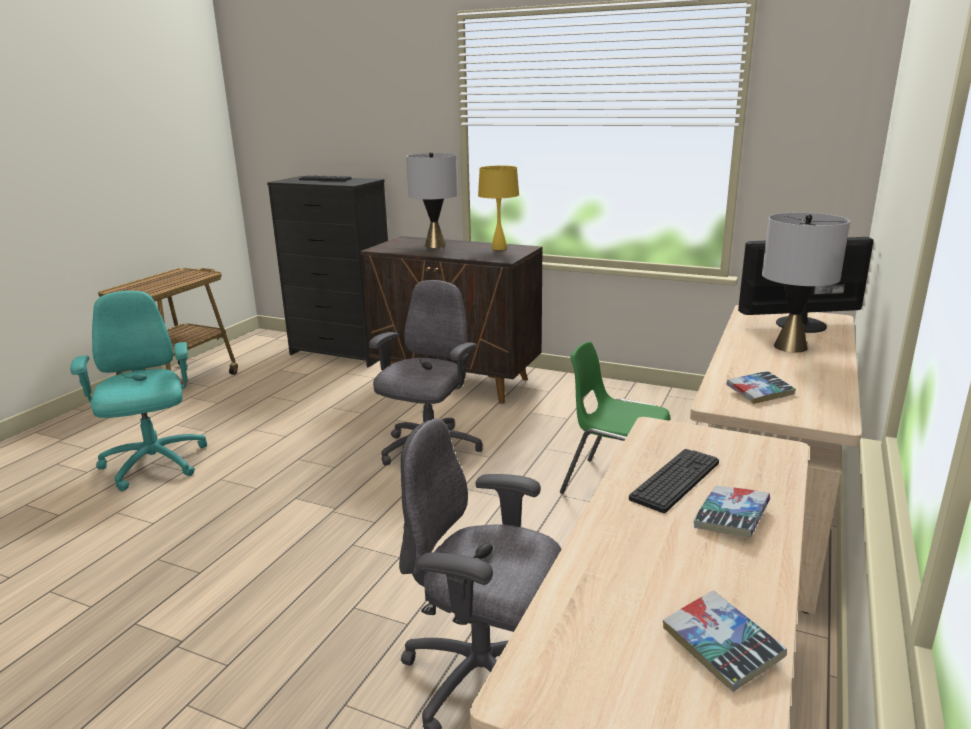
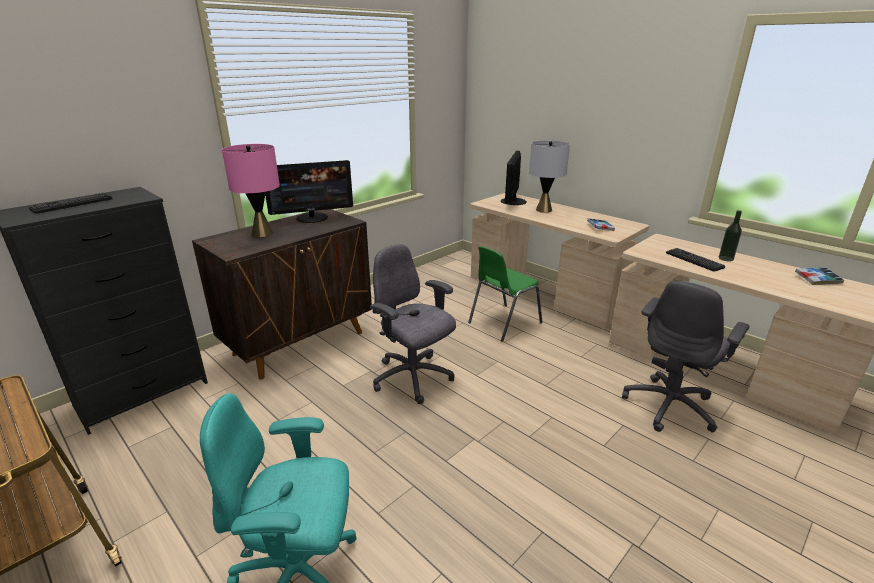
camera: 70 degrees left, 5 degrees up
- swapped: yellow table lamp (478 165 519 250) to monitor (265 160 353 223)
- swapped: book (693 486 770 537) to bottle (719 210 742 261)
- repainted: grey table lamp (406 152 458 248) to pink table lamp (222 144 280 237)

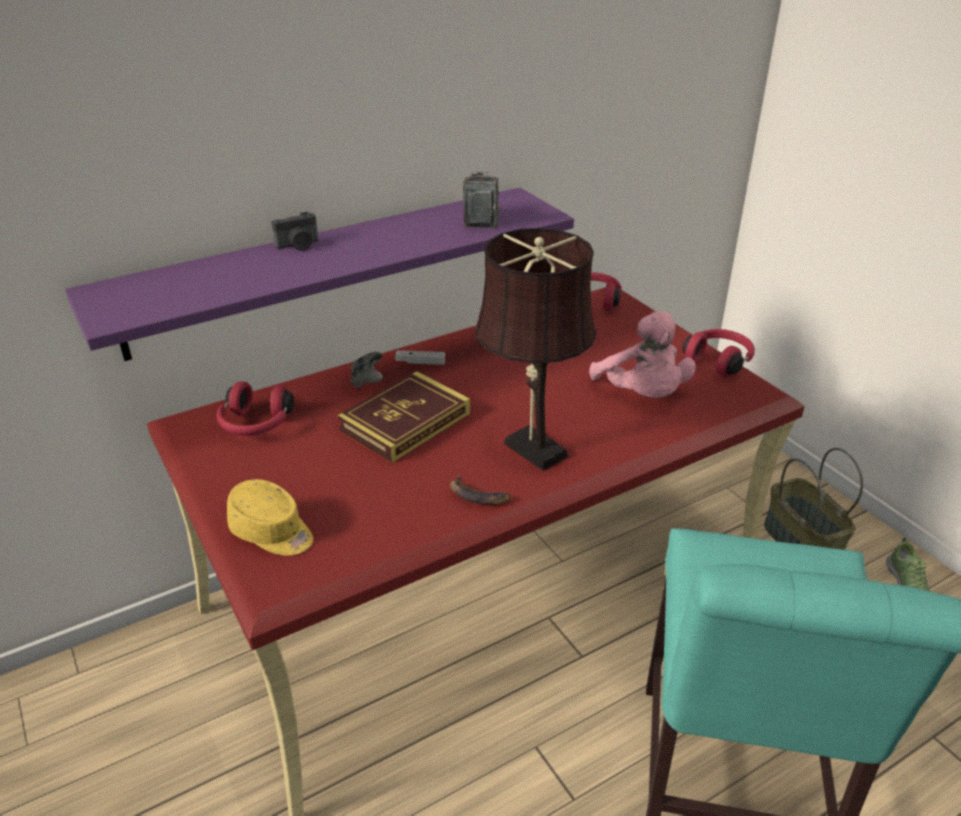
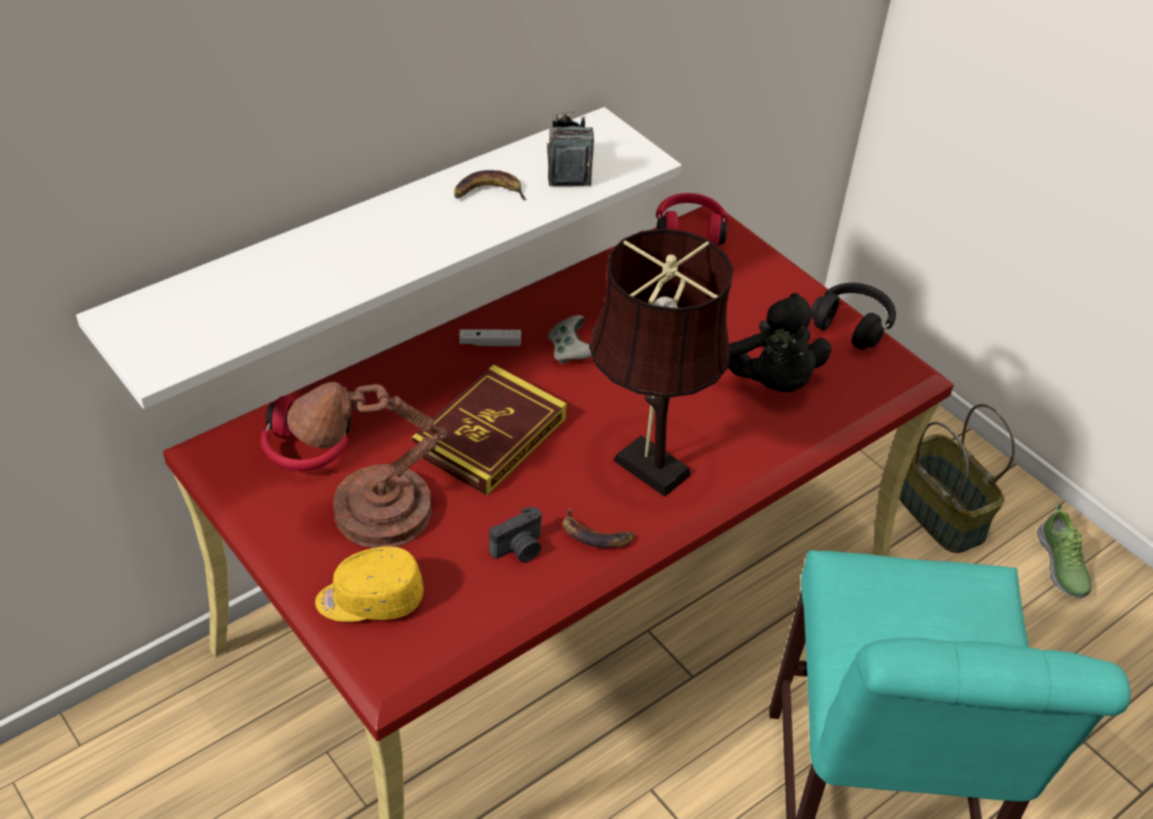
camera: 10 degrees left, 10 degrees up
- new: brown table lamp (287 382 447 548)
- new: banana (454 170 526 200)
- shifted: photo camera (271 212 318 251) to (489 507 542 563)
- shifted: grey game controller (350 352 383 388) to (548 315 592 364)
- repainted: purple shelf (65 188 574 361) to white shelf (76 107 682 409)
- repainted: pink plush toy (589 312 696 398) to black plush toy (728 293 831 392)
- repainted: red headphones (682 329 755 377) to black headphones (811 283 896 350)
- rotated: yellow cap (227 479 313 556) = (315 546 424 622) 150 degrees clockwise

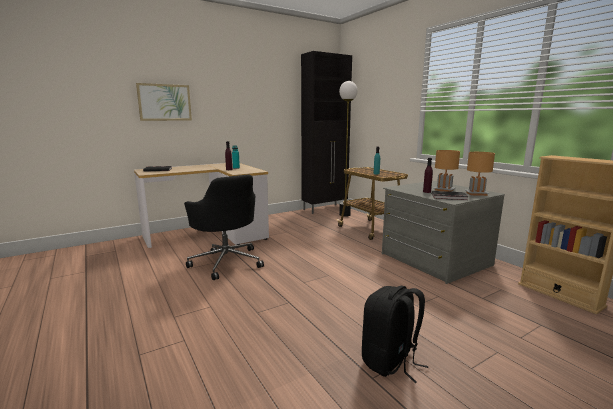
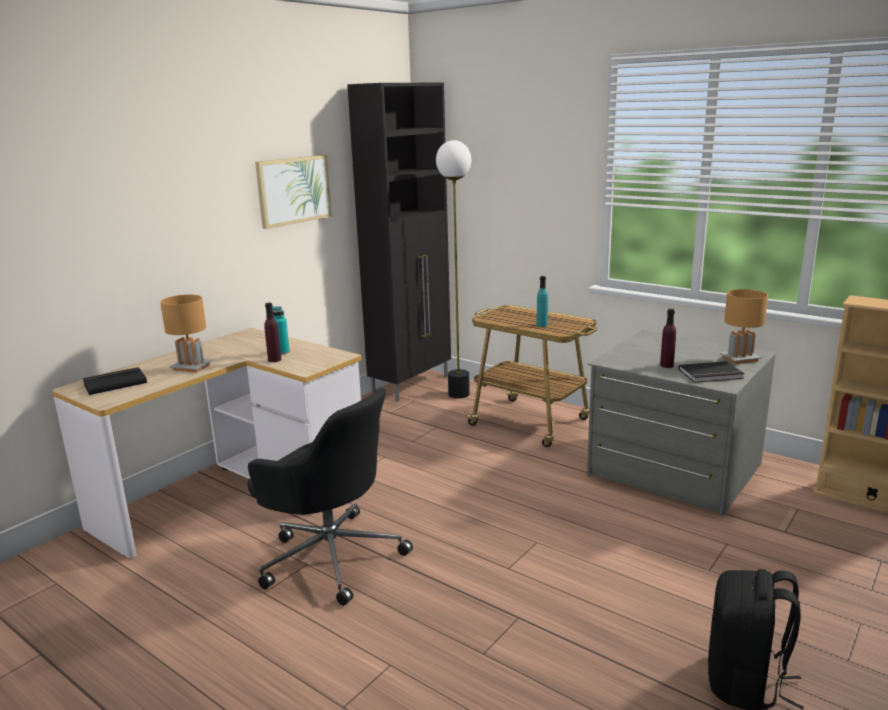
camera: 20 degrees left, 5 degrees up
- shifted: picture (136 83 192 121) to (255 155 332 229)
- shifted: brown table lamp (434 150 460 192) to (160 295 213 373)

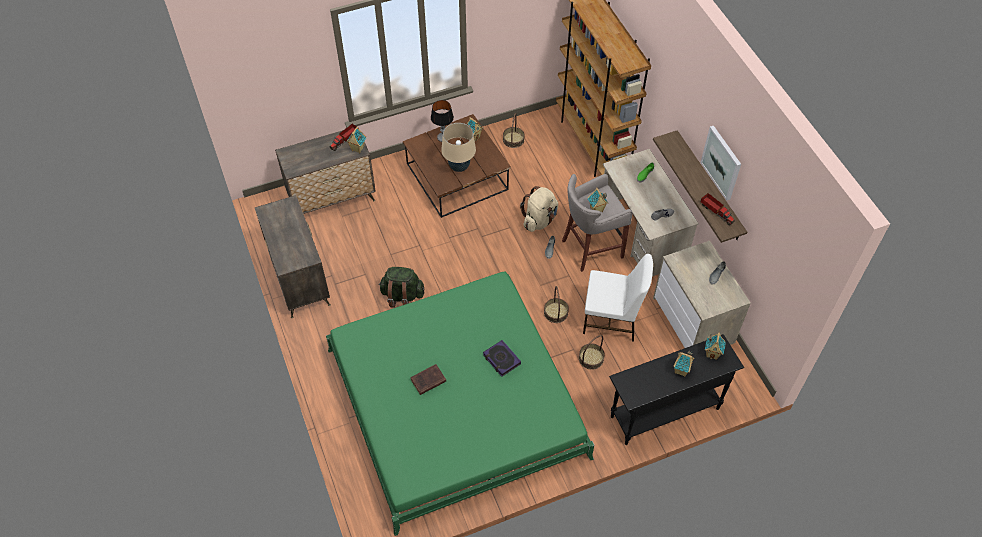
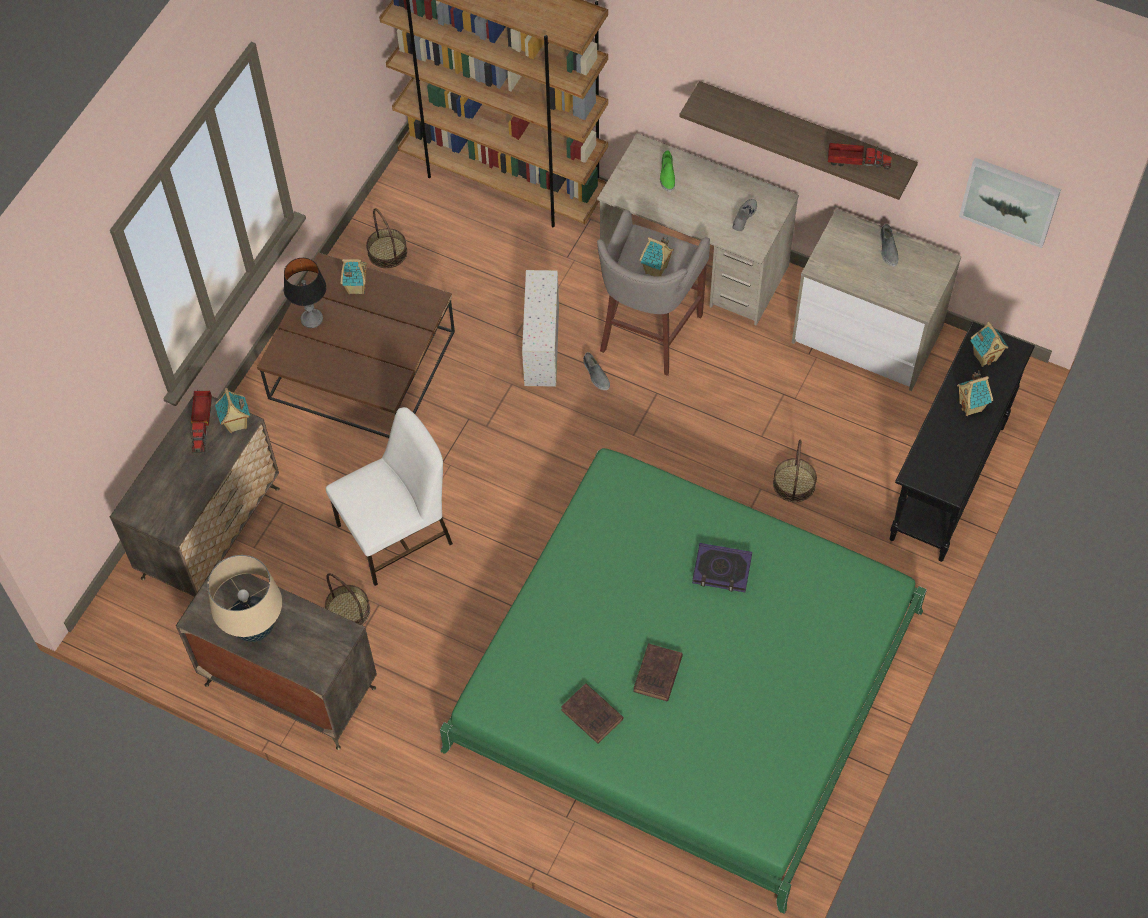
camera: 40 degrees left, 5 degrees up
- gone: green backpack (379 267 424 308)
- new: brown book (561 683 624 744)
- shifted: beige table lamp (441 123 476 172) to (207 555 282 642)
- shifted: basket (544 286 569 323) to (325 573 370 625)
- shifted: white chair (583 254 653 342) to (326 407 453 586)
- shifted: picture (700 126 741 201) to (959 158 1061 248)
- swapped: beige backpack (520 186 558 232) to white storage box (522 270 559 387)

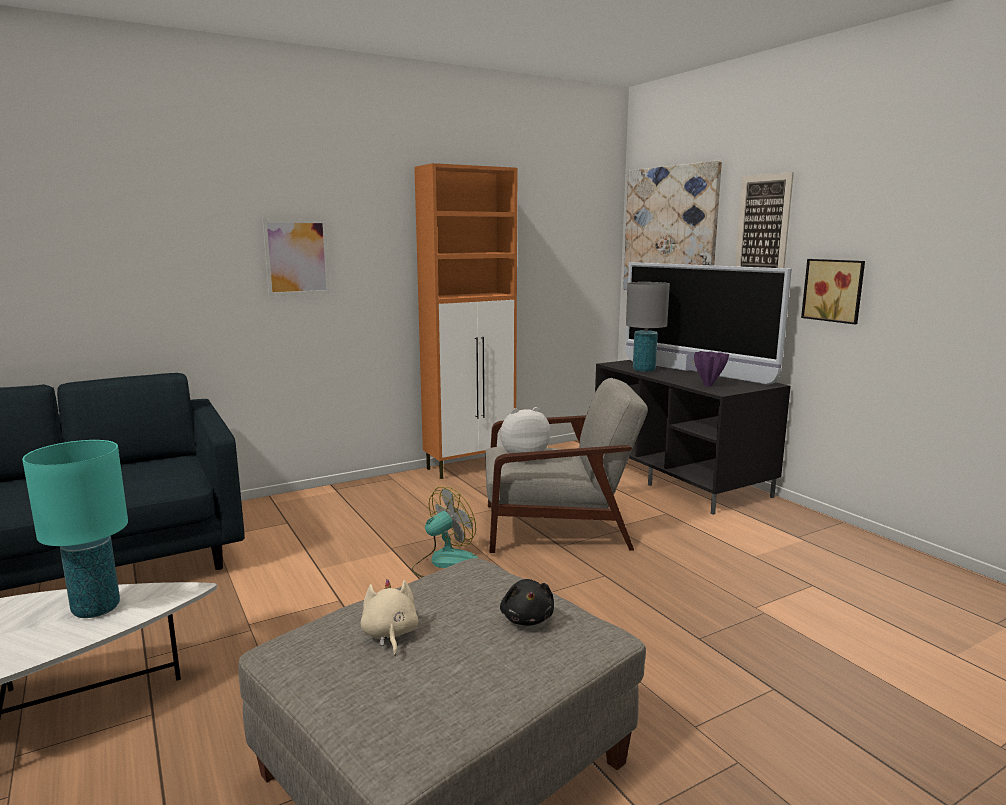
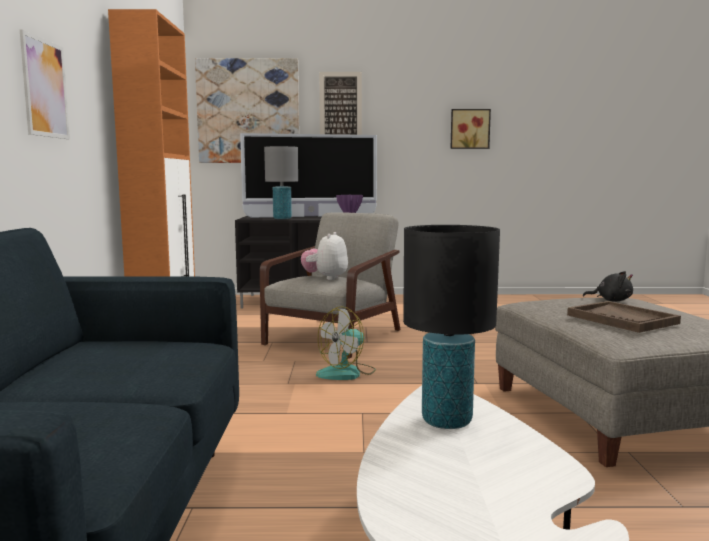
camera: 60 degrees left, 5 degrees down
- shifted: picture (801 259 865 324) to (451 109 491 149)
- swapped: beige plush toy (361 579 418 656) to brown tray (567 301 681 333)
- repainted: turquoise table lamp (22 440 128 618) to black table lamp (403 225 500 429)
- rotated: fan (412 487 478 577) = (316 306 376 380) 120 degrees counterclockwise

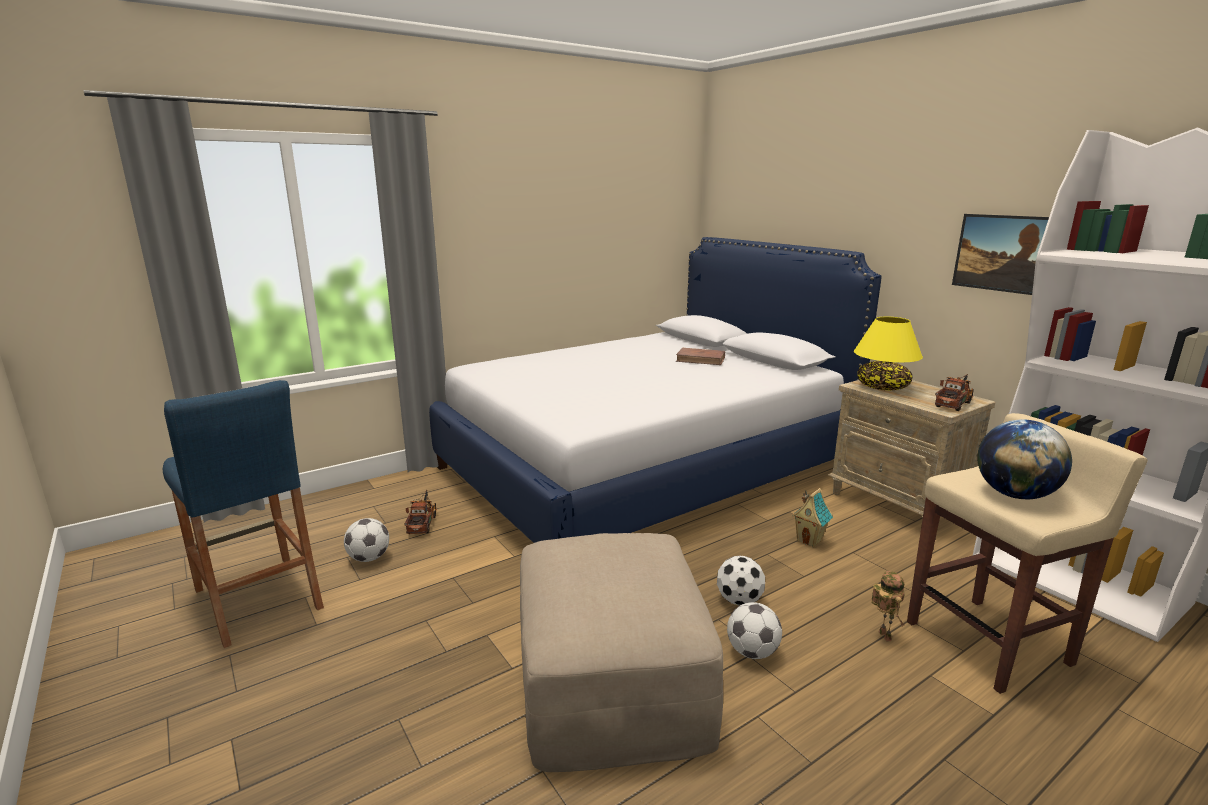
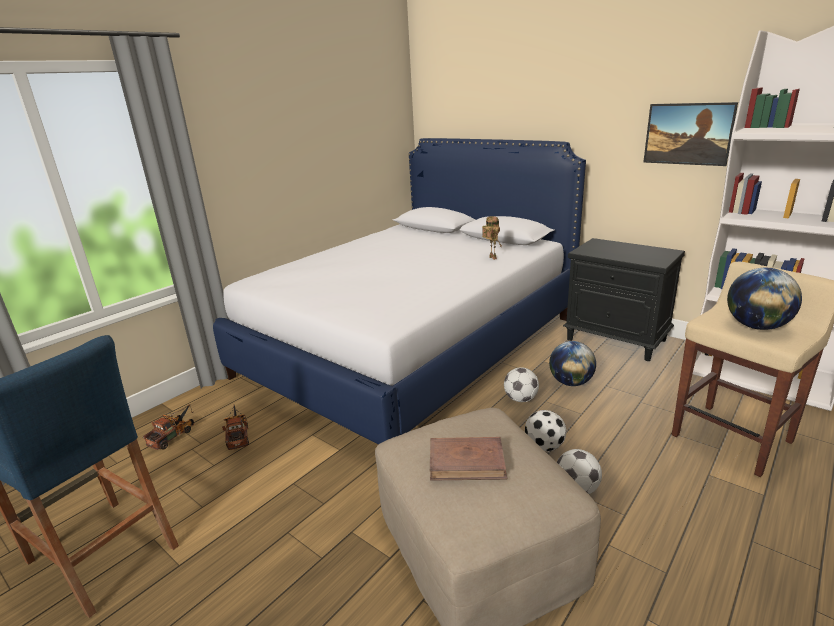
camera: 15 degrees left, 5 degrees up
- gone: yellow table lamp (854 317 923 390)
- shifted: football (344 518 389 562) to (504 367 539 402)
- shifted: brown book (676 348 725 365) to (430 437 508 481)
- shifted: toy robot (871 571 905 642) to (482 216 502 260)
- shifted: toy truck (935 374 974 411) to (143 405 195 450)
- swapped: toy house (792 488 833 547) to globe (549 341 596 386)
- repainted: beige nightstand (828 380 995 518) to black nightstand (563 238 685 361)

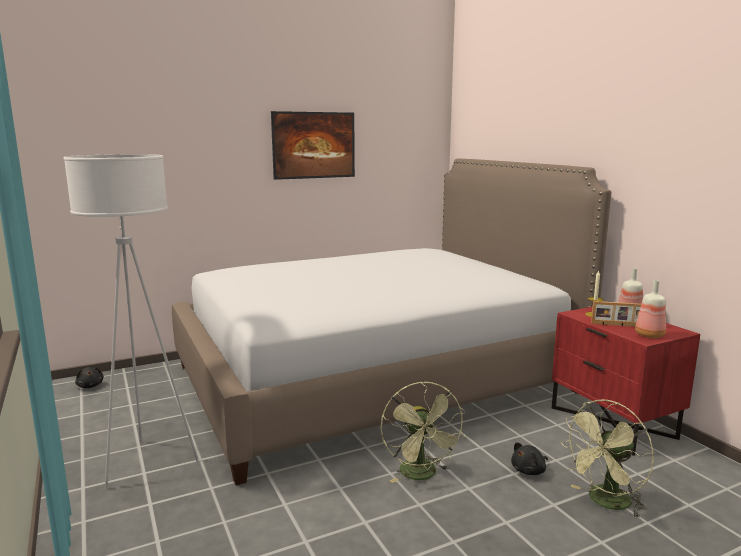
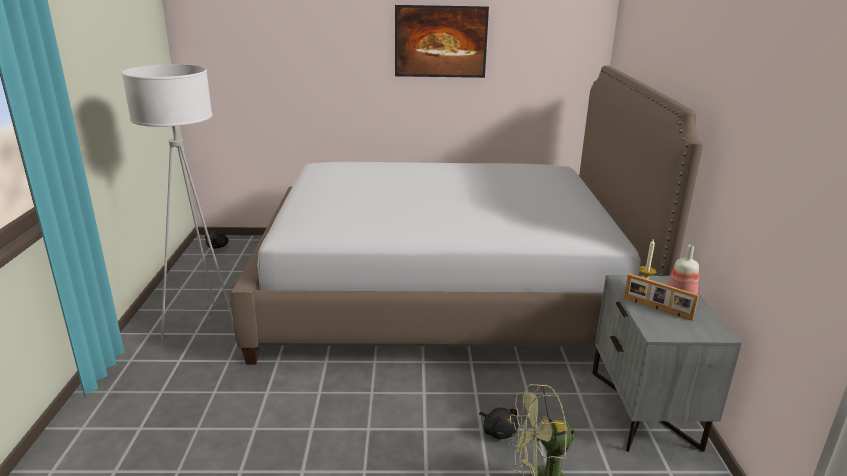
camera: 25 degrees right, 10 degrees up
- gone: green fan (381 382 466 483)
- gone: bottle (635 280 666 338)
- repainted: red nightstand (552 307 700 455) to grey nightstand (592 275 742 452)
- rotated: black plush toy (511 442 548 475) = (479 408 518 439) 120 degrees counterclockwise

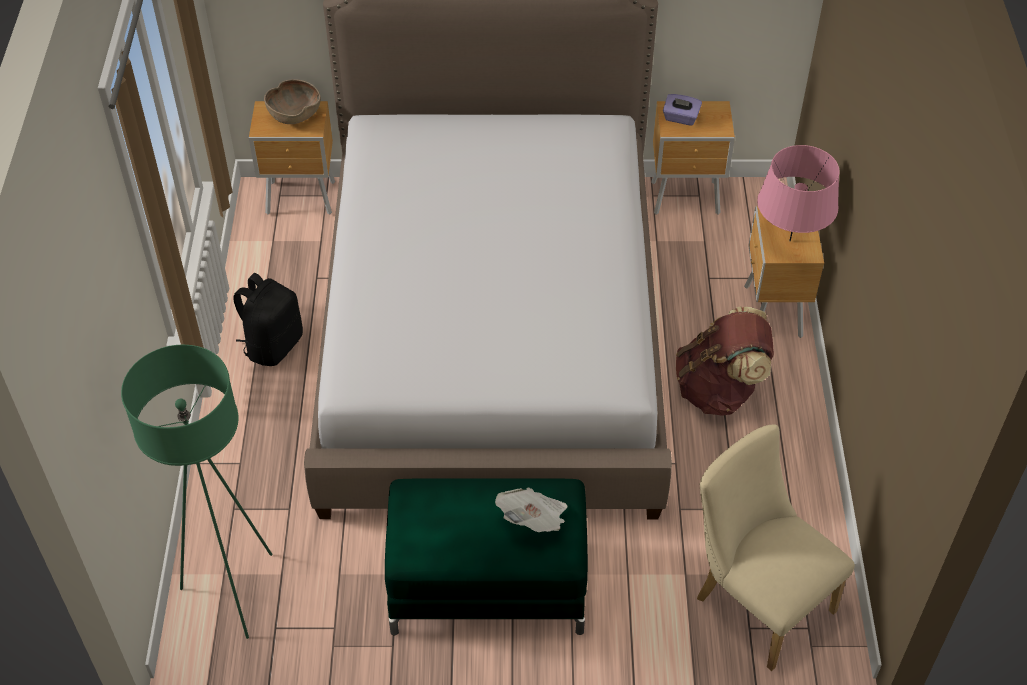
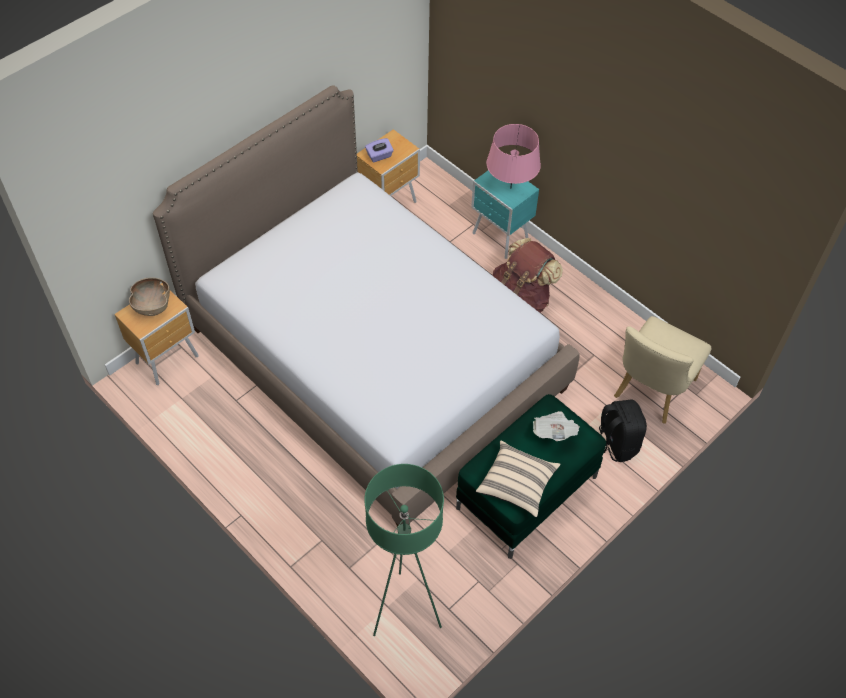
camera: 45 degrees left, 5 degrees up
- new: beige pillow (476 440 560 517)
- shifted: black backpack (233 273 303 366) to (599 399 647 462)
- repainted: brown nightstand (744 206 824 338) to turquoise nightstand (471 170 539 259)
- rotated: beige chair (697 425 855 671) = (614 316 712 424) 60 degrees counterclockwise

